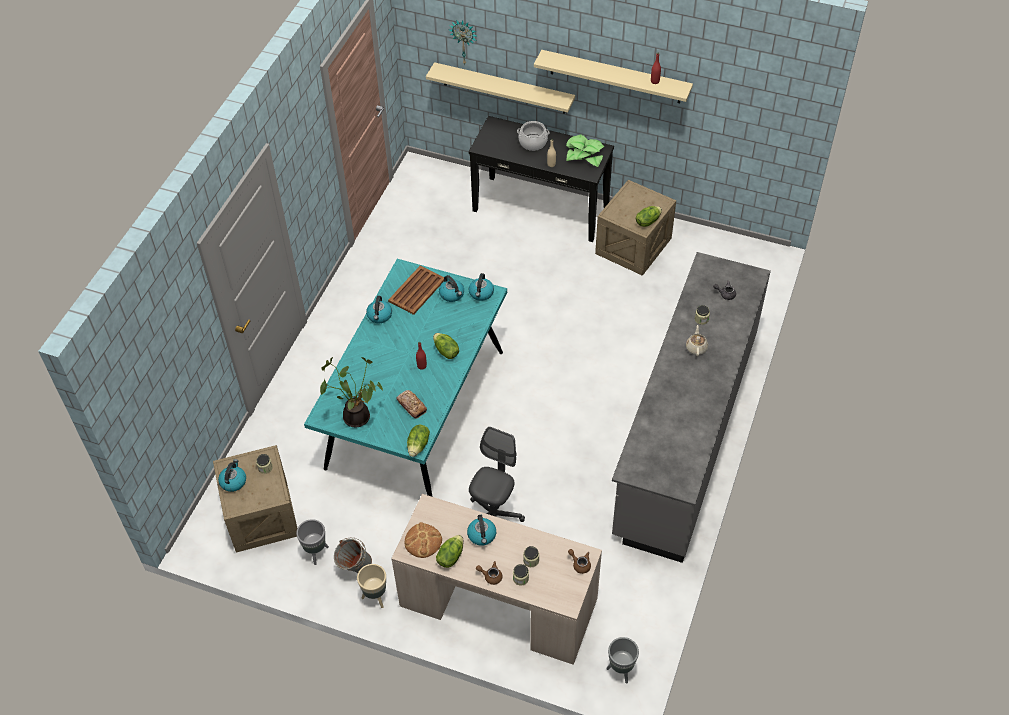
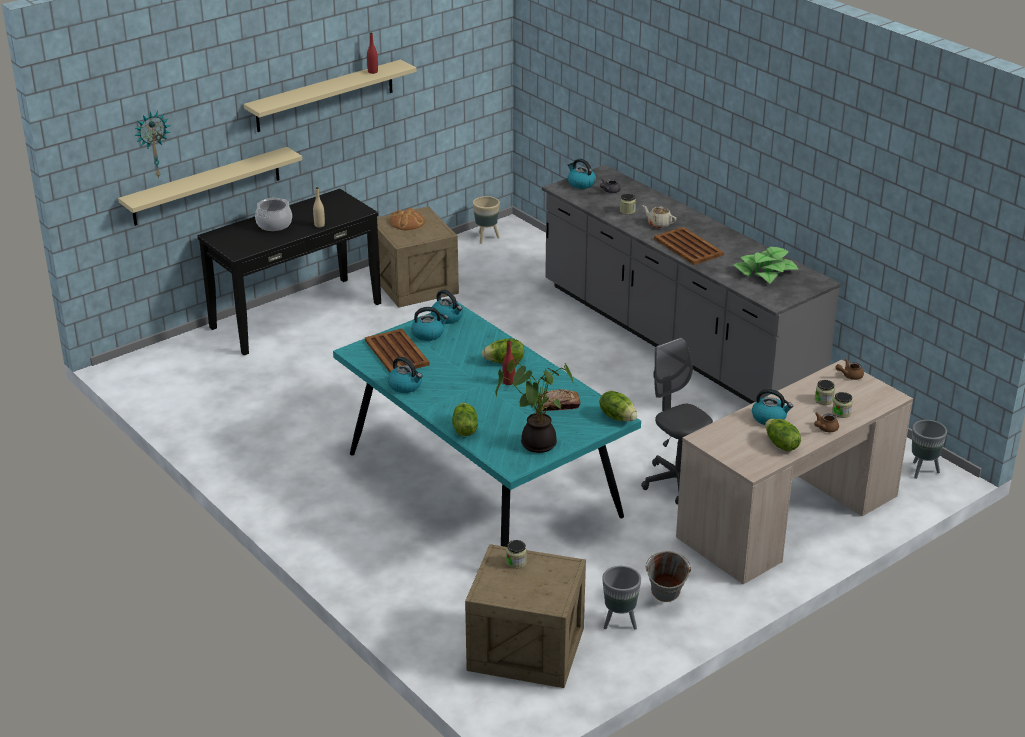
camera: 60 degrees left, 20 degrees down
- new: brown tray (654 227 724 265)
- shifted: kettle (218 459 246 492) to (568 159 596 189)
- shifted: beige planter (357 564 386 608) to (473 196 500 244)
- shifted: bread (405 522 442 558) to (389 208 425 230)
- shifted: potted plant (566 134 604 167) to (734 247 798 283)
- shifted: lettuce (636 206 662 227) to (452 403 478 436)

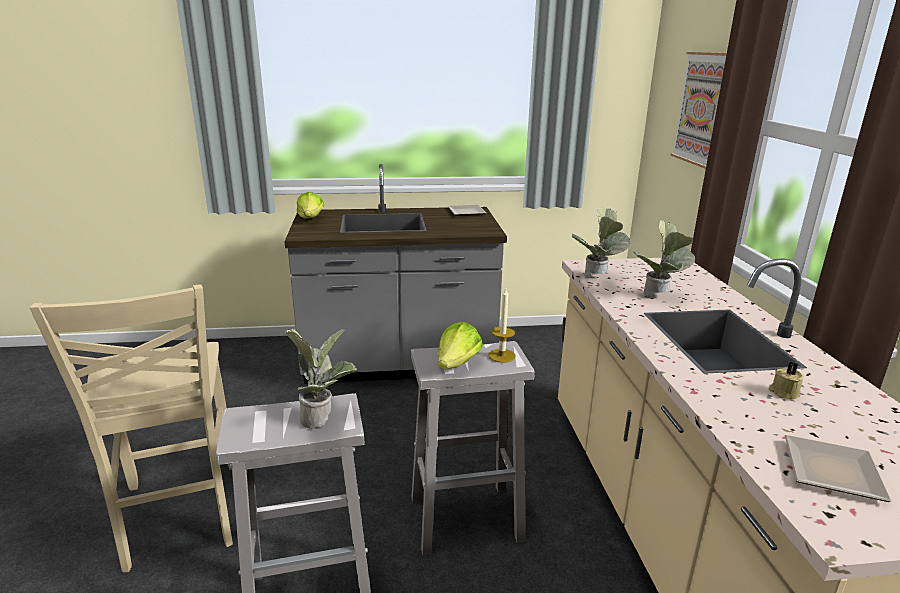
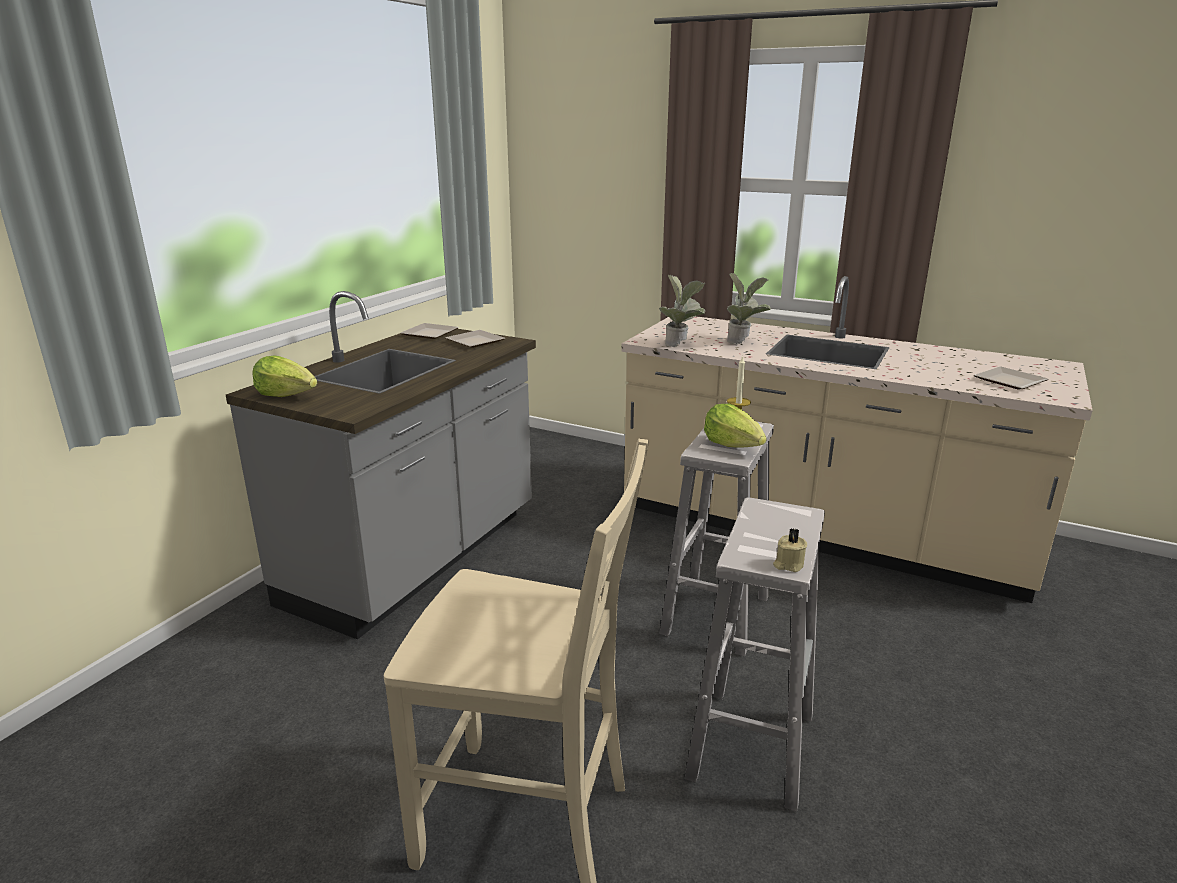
camera: 55 degrees left, 0 degrees up
- gone: potted plant (285 329 357 429)
- gone: picture (670 52 727 169)
- new: plate (445 330 506 348)
- shifted: beige candle (768 362 804 399) to (773 528 807 572)

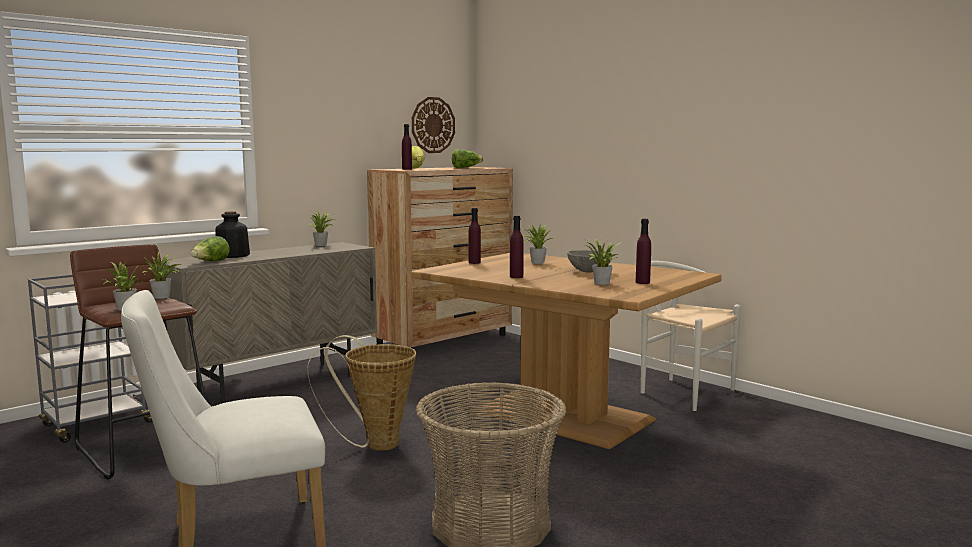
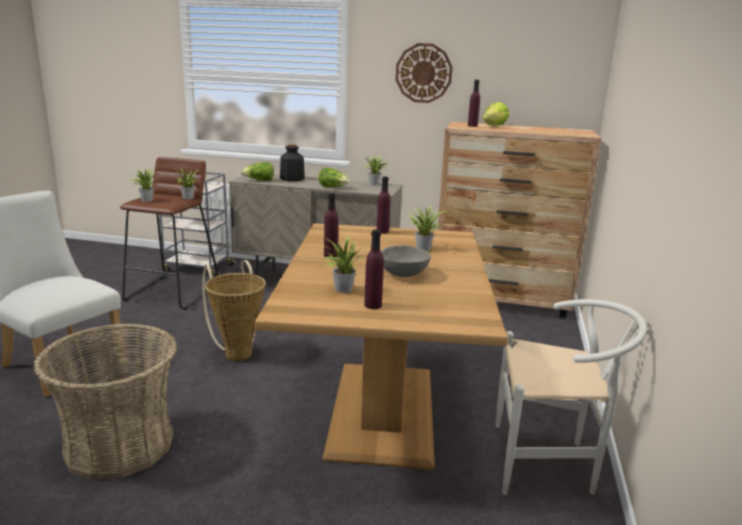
camera: 55 degrees right, 10 degrees up
- shifted: wall clock (412 97 455 153) to (396 43 452 103)
- shifted: lettuce (452 149 484 168) to (319 167 350 187)
- rotated: white chair (640 261 741 411) = (496 299 647 495) 90 degrees clockwise

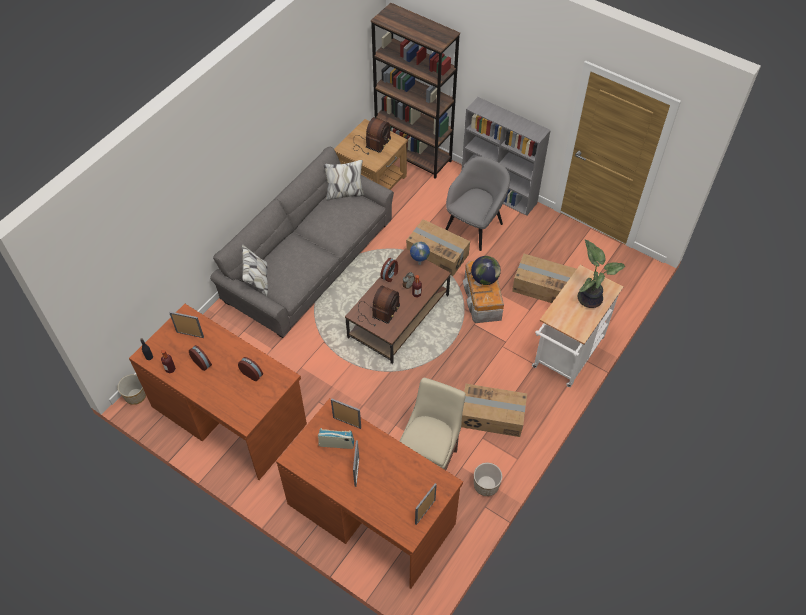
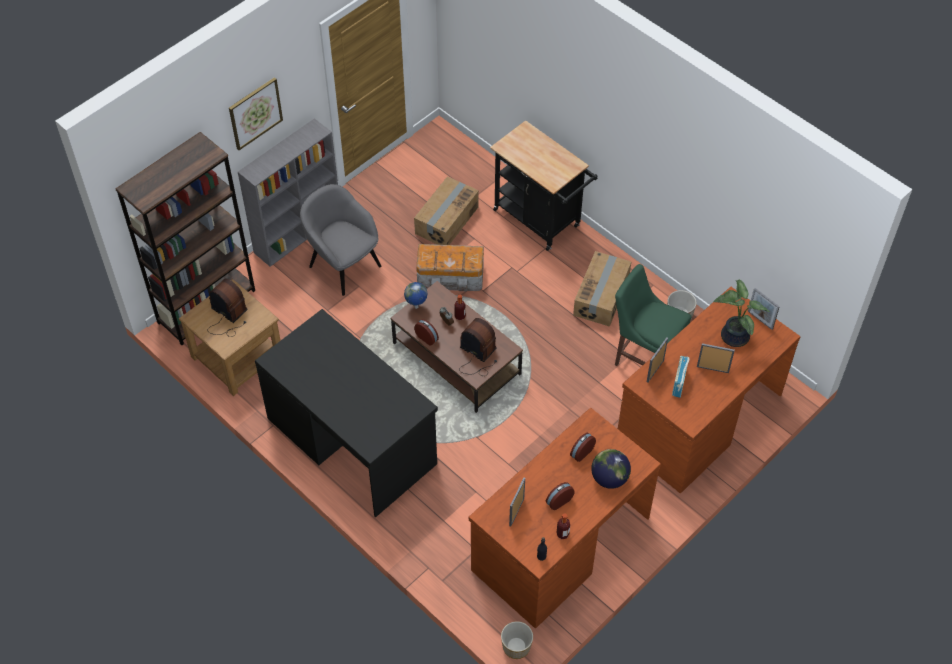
camera: 80 degrees left, 0 degrees up
- gone: cardboard box (406 219 470 276)
- new: picture (229 77 283 150)
- shifted: globe (471 256 501 285) to (591 449 631 489)
- shifted: potted plant (578 240 626 308) to (713 280 770 347)
- swapped: grey sofa (210 147 394 338) to black desk (255 309 438 517)
- repainted: beige chair (400 378 466 470) to green chair (615 264 691 366)
- repainted: white cart (532 265 623 387) to black cart (490 120 598 251)

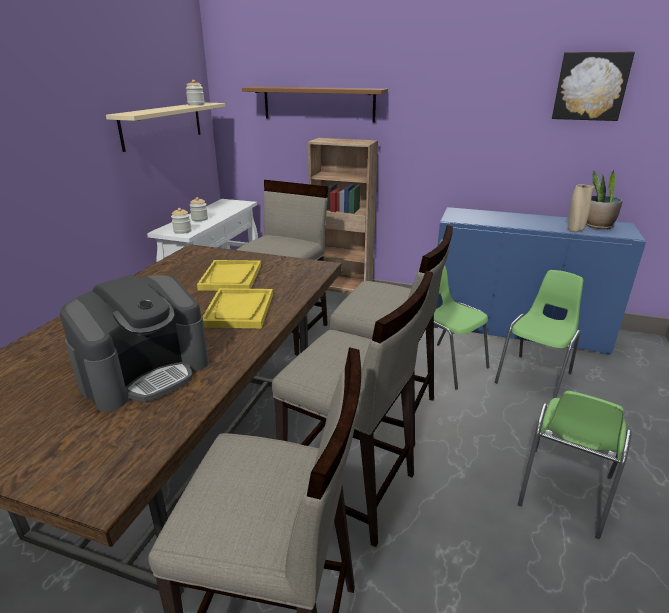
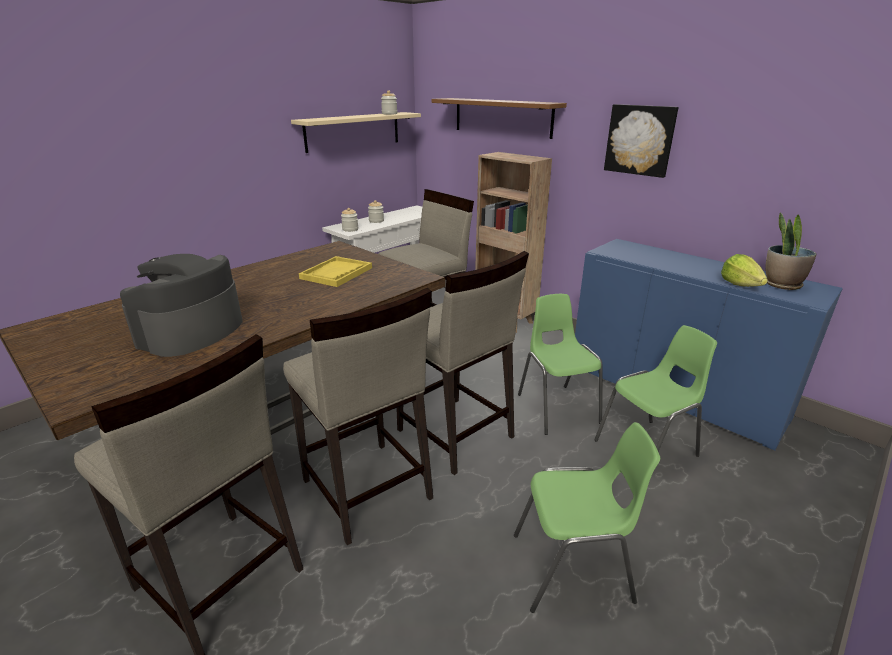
camera: 25 degrees right, 0 degrees up
- gone: yellow tray (202 288 273 329)
- shifted: picture (552 52 635 121) to (604 104 678 178)
- swapped: beige vase (568 184 595 232) to lettuce (721 254 768 287)
- rotated: coffee machine (60 275 209 412) = (120 254 242 357) 135 degrees clockwise
- rotated: green chair (518 391 632 539) = (514 422 660 613) 150 degrees counterclockwise

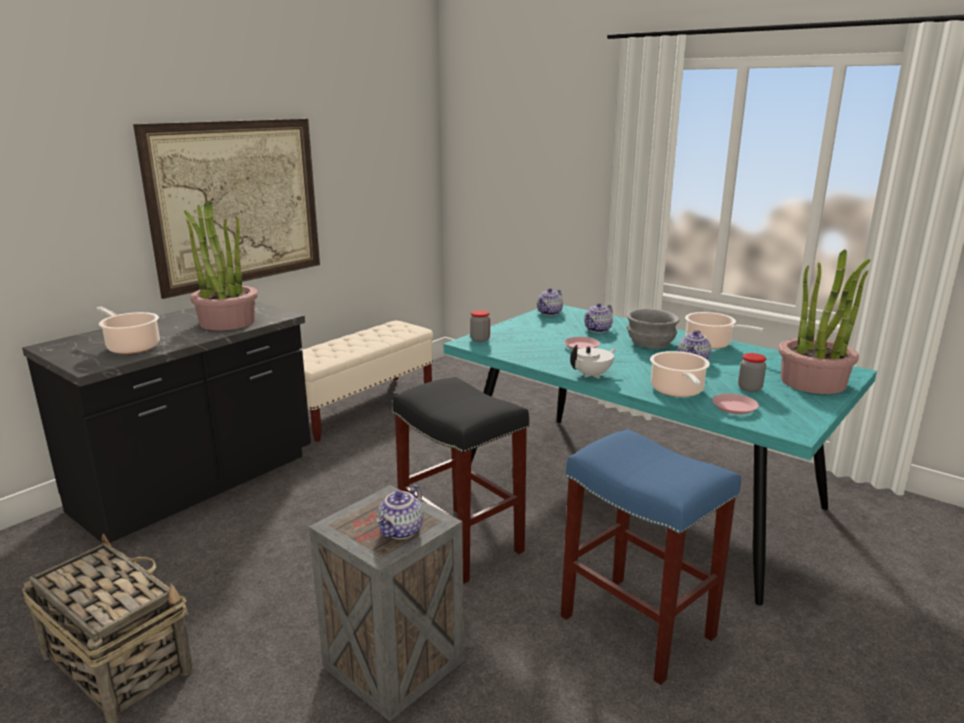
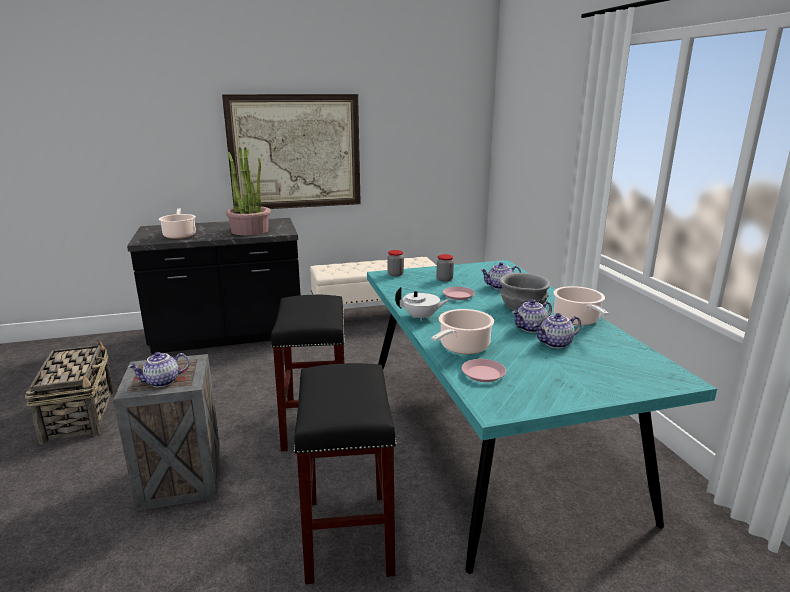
camera: 35 degrees right, 0 degrees up
- gone: potted plant (779 249 870 394)
- shifted: teapot (537 288 563 316) to (534 313 581 349)
- shifted: jar (738 353 766 392) to (436 254 454 282)
- repainted: blue stool (561 429 741 685) to black stool (294 363 397 584)

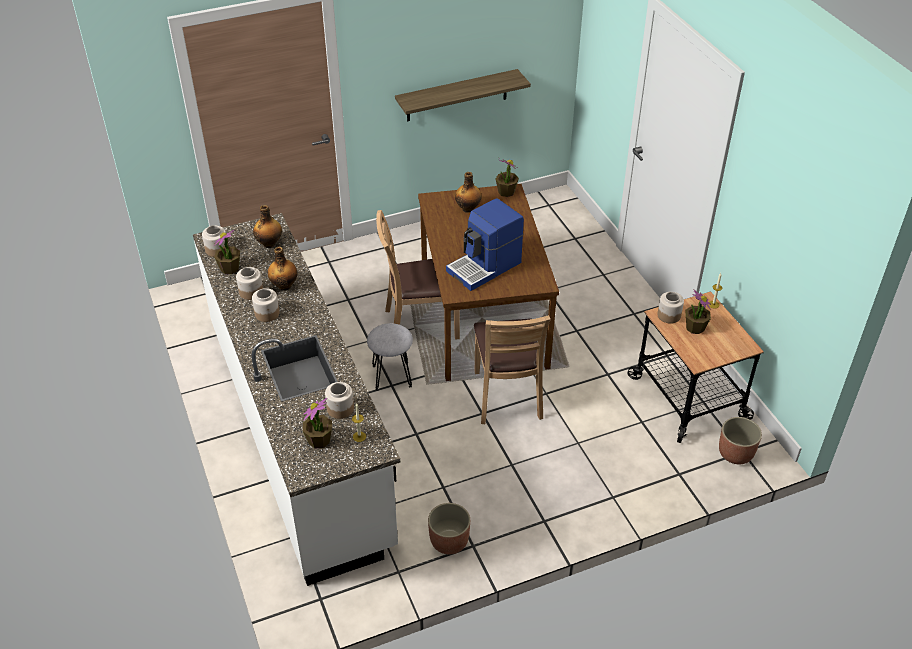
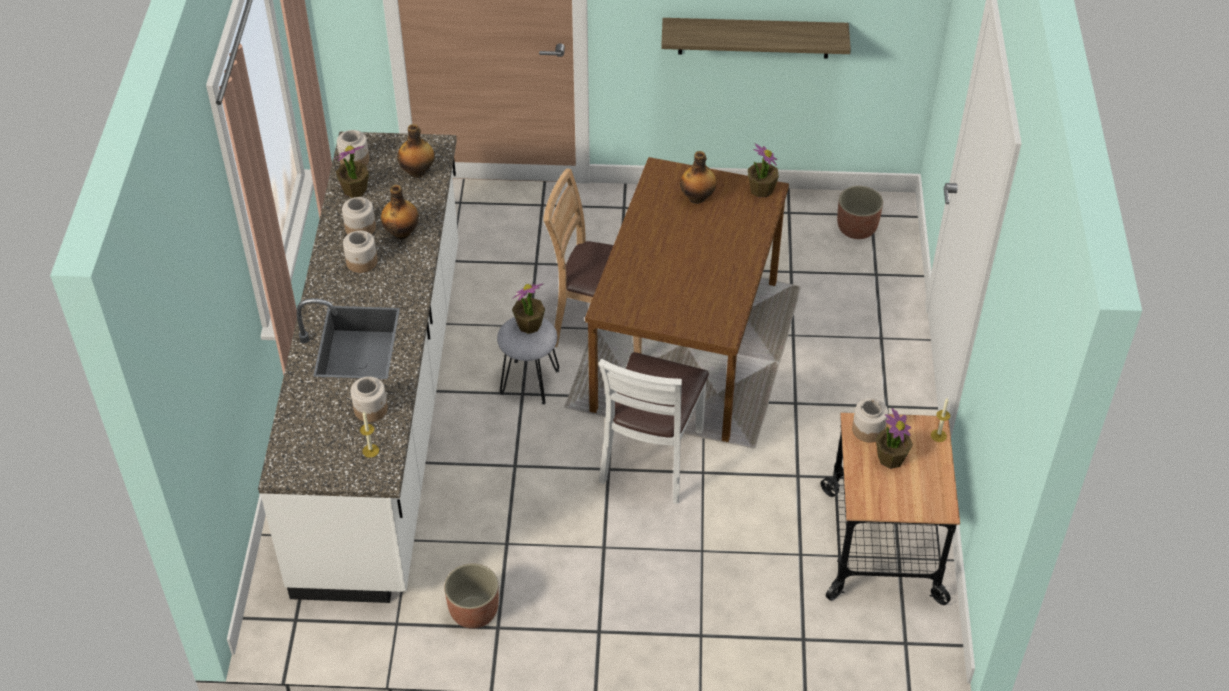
camera: 25 degrees right, 5 degrees up
- gone: coffee machine (446 198 524 291)
- shifted: potted plant (303 398 332 448) to (512 283 545 334)
- shifted: planter (719 417 762 464) to (837 186 883 239)
- repainted: brown chair (474 315 551 424) to white chair (598 352 709 504)

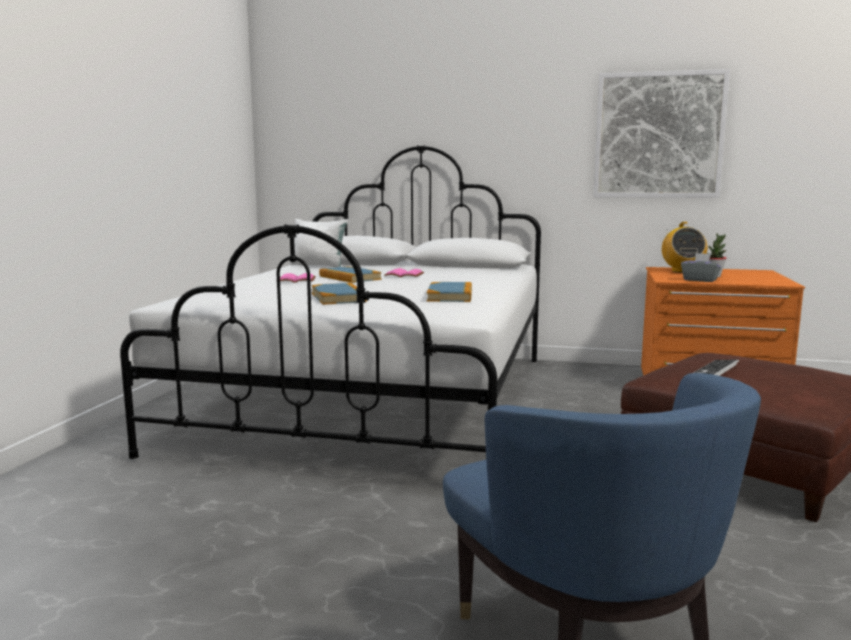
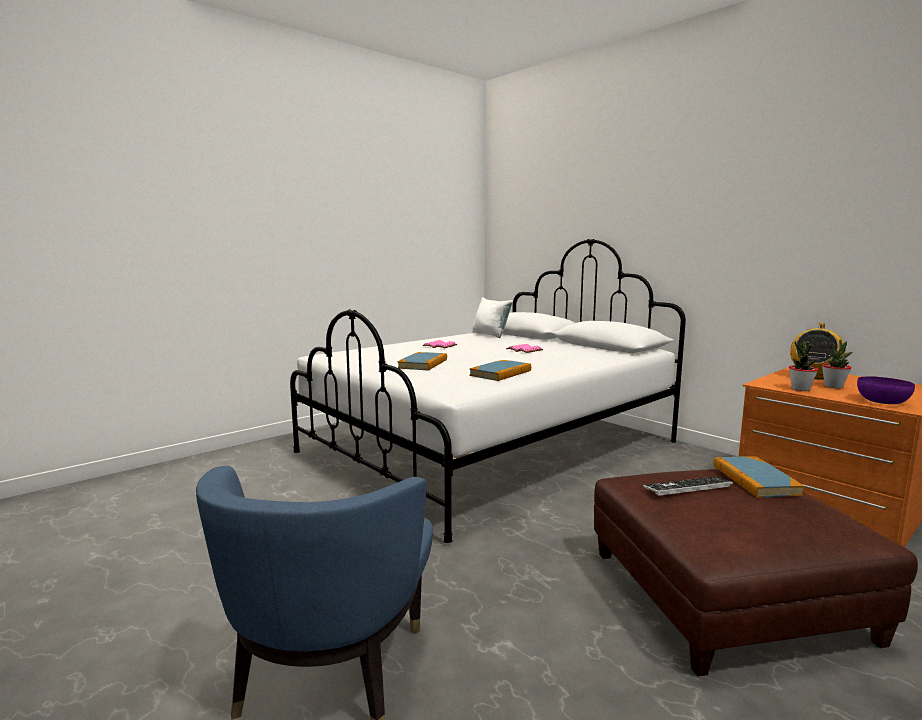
camera: 35 degrees right, 0 degrees up
- gone: picture (594 69 730 198)
- new: purple bowl (857 376 915 404)
- shifted: book (319 266 382 283) to (713 456 805 498)
- swapped: grey tissue box (681 253 721 282) to potted plant (789 341 818 391)

